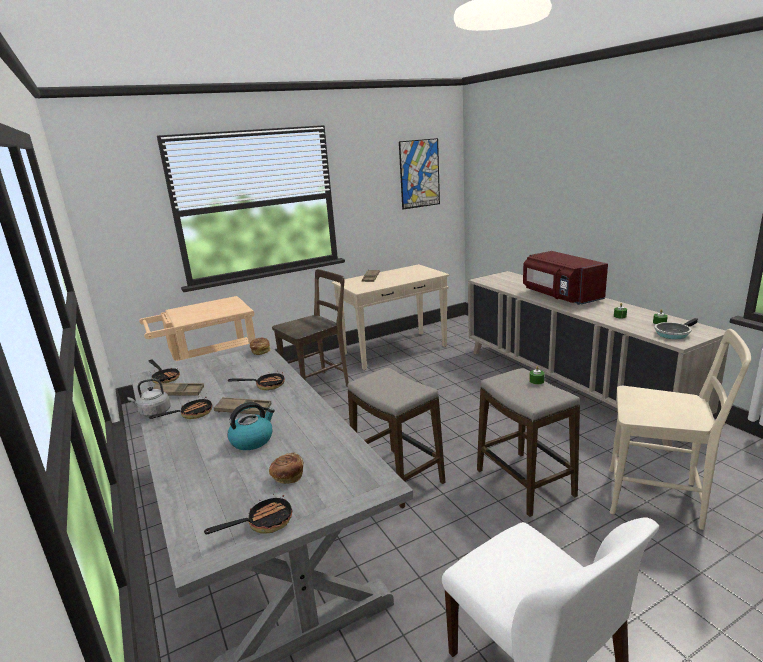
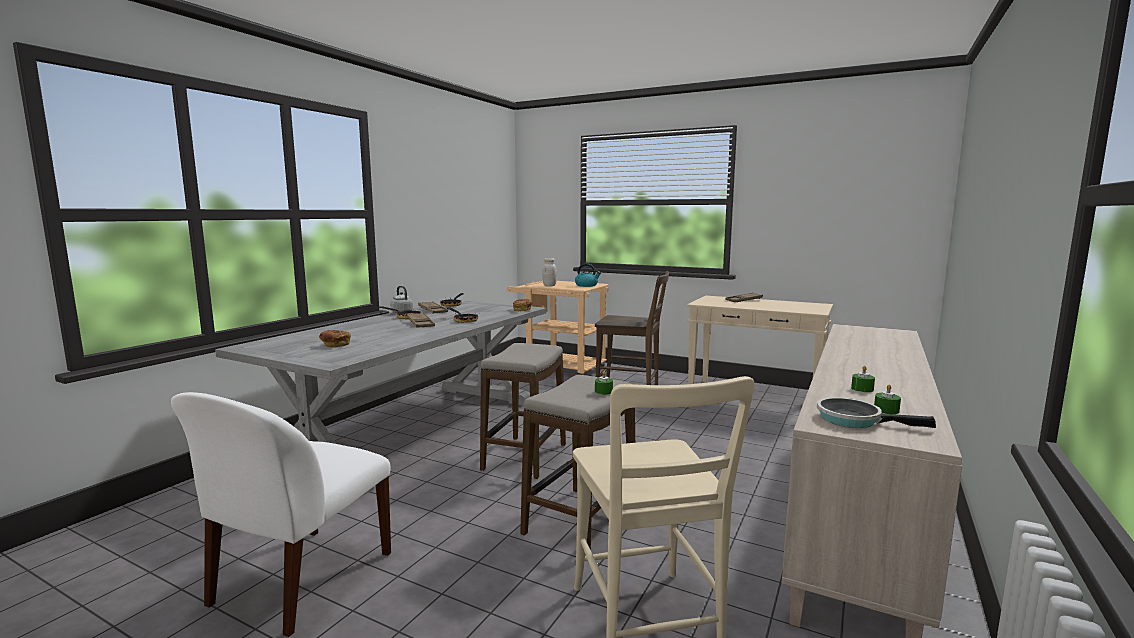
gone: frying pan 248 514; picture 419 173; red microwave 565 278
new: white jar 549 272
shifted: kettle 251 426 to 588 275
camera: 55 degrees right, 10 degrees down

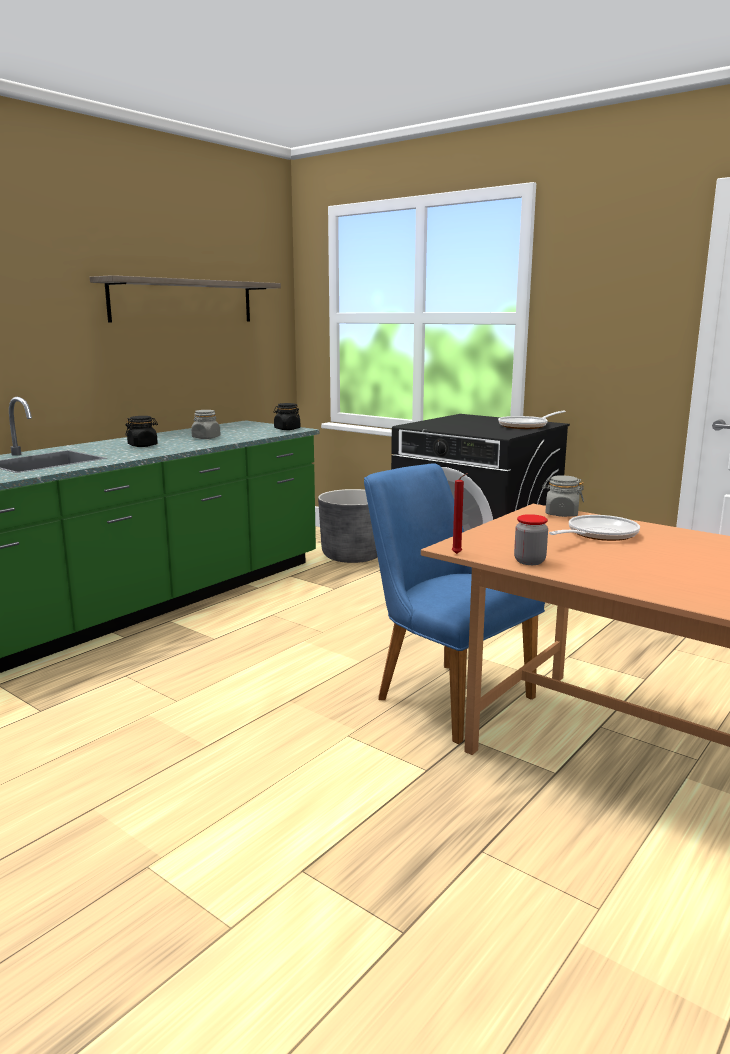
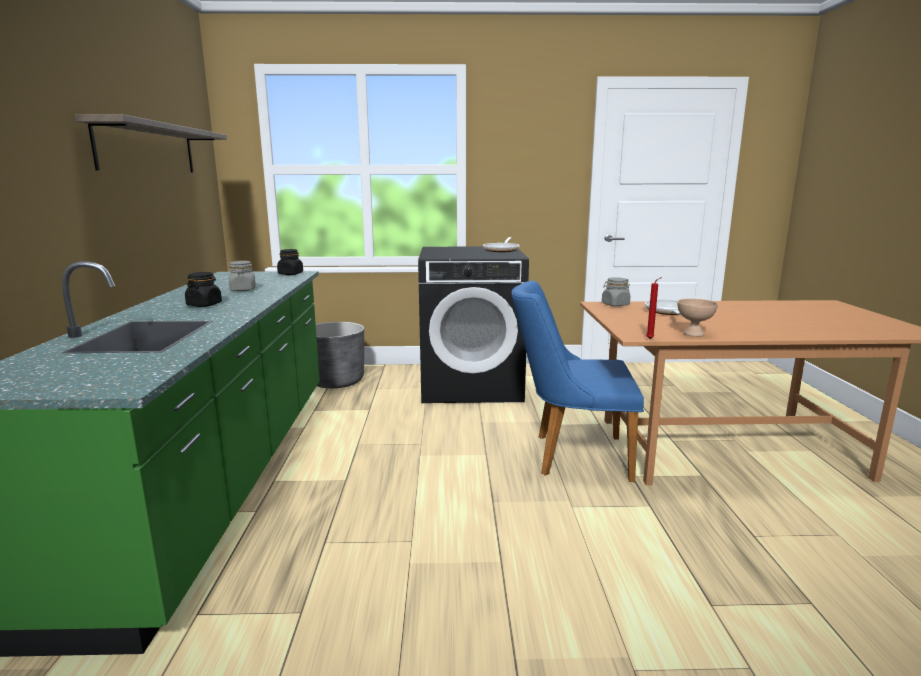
swapped: jar 531 539 to beige bowl 697 318
camera: 40 degrees left, 0 degrees up

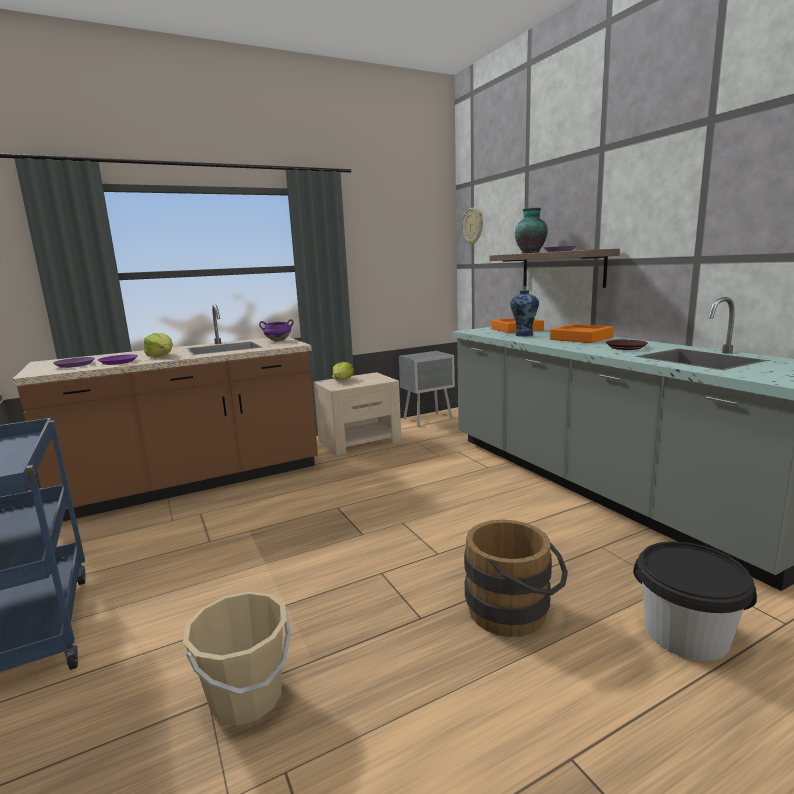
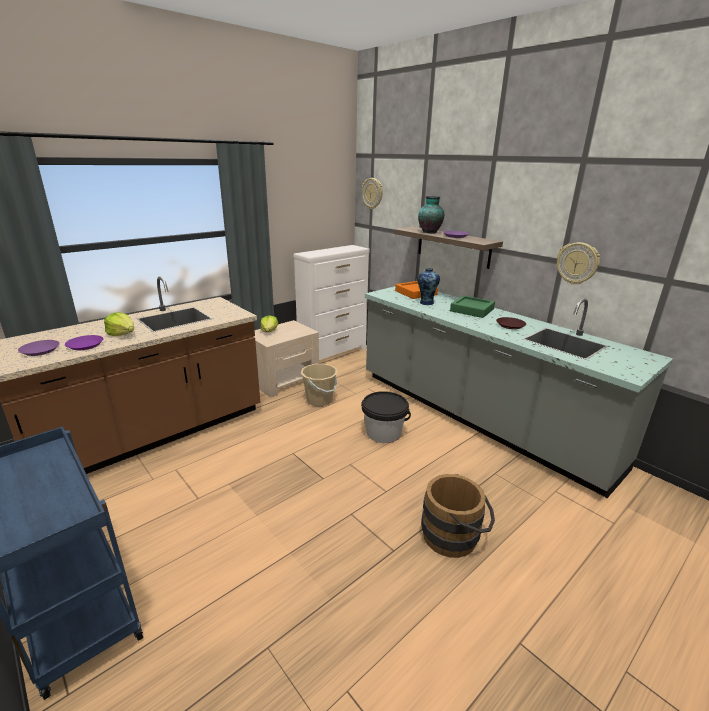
gone: purple cooking pot 276 330
new: wall clock 578 263
shifted: beige bucket 237 658 to 319 385; black bucket 695 601 to 386 417
swapped: grey nightstand 427 388 to white dresser 332 302
repainted: orange tray 582 333 to green tray 472 306
camera: 15 degrees left, 10 degrees up

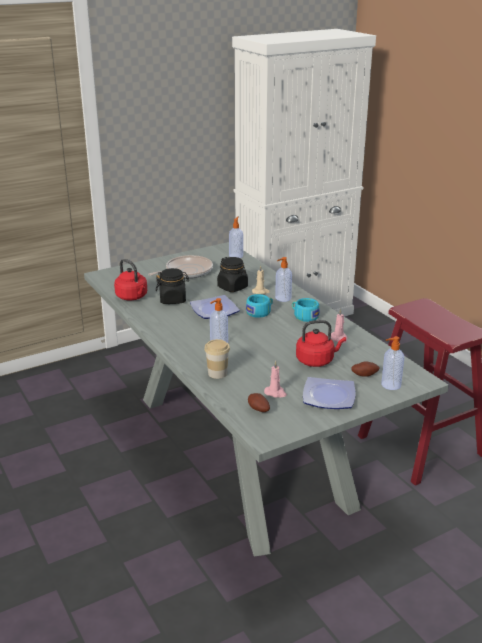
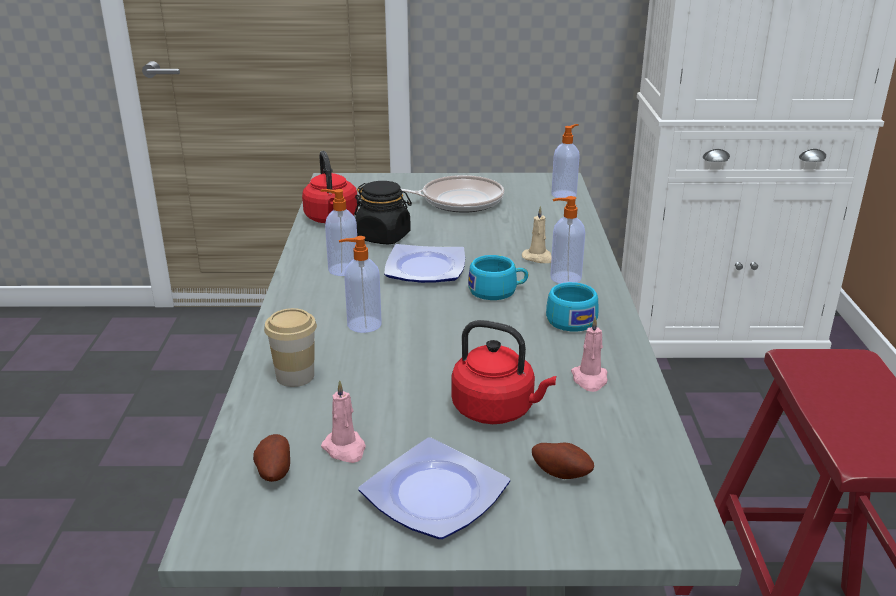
gone: black jar 232 274
shifted: soap dispenser 392 363 to 338 232
camera: 30 degrees right, 0 degrees up

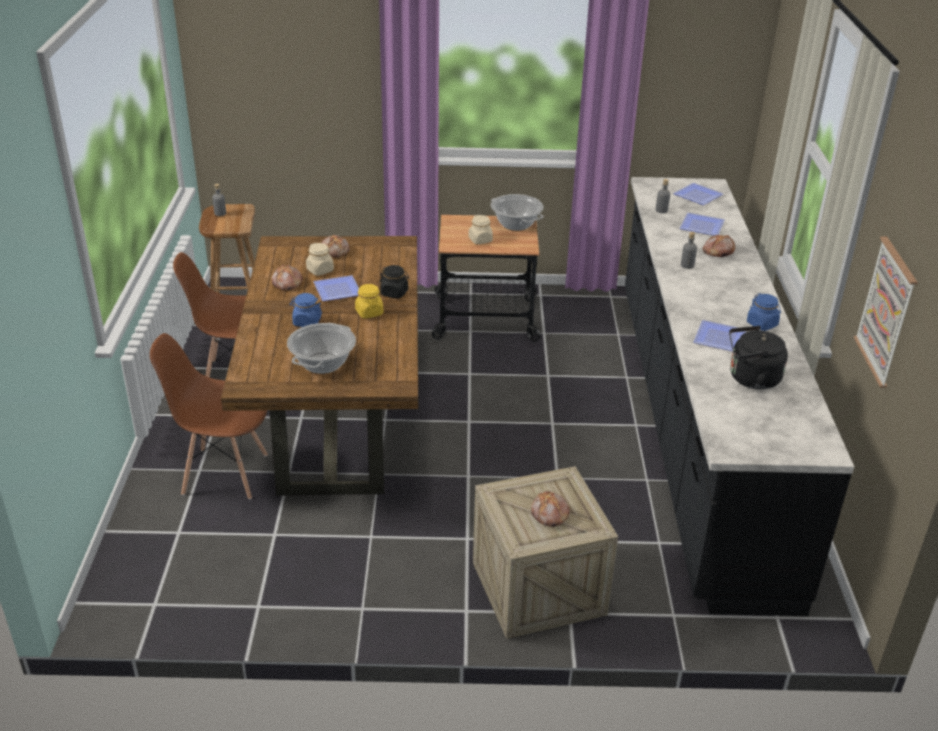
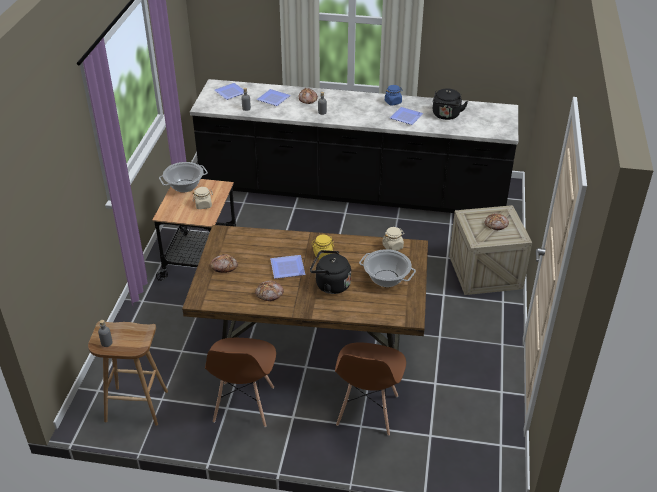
gone: black jar 394 282; picture 886 312
shifted: beige jar 320 259 to 393 239
swapped: blue jar 305 310 to black kettle 330 272
camera: 80 degrees left, 5 degrees up

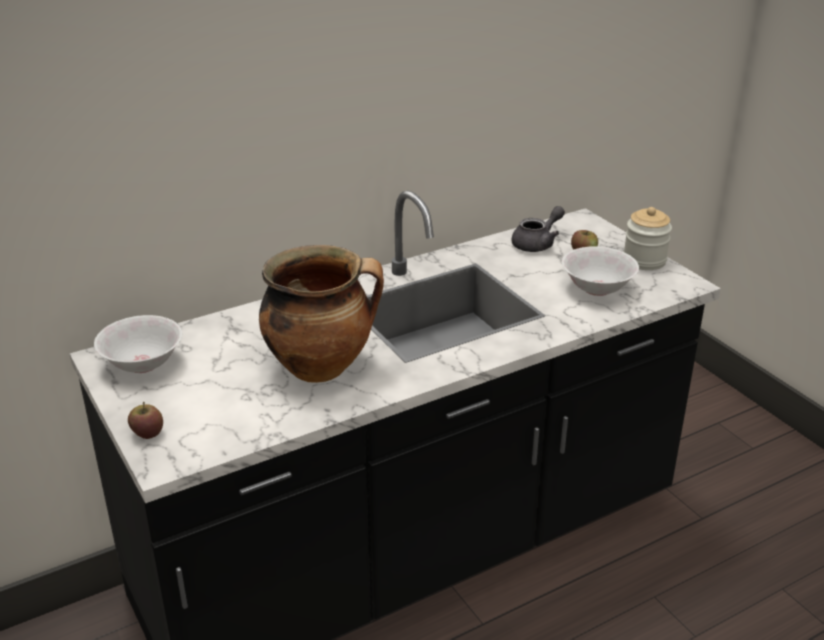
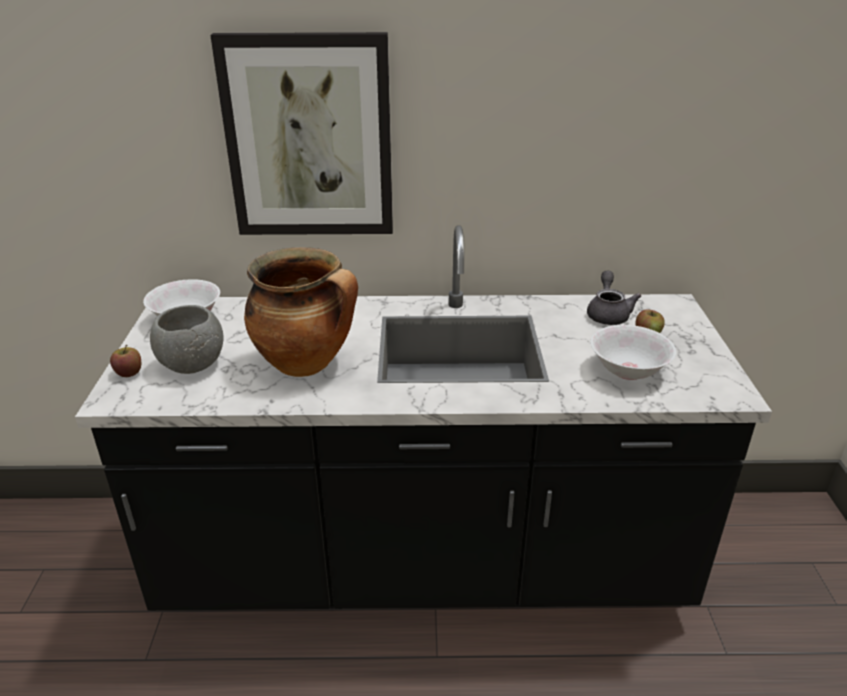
gone: jar 647 238
new: grey bowl 187 339; picture 301 133
rotated: grey teapot 538 229 = 614 298 75 degrees counterclockwise
camera: 30 degrees right, 0 degrees up

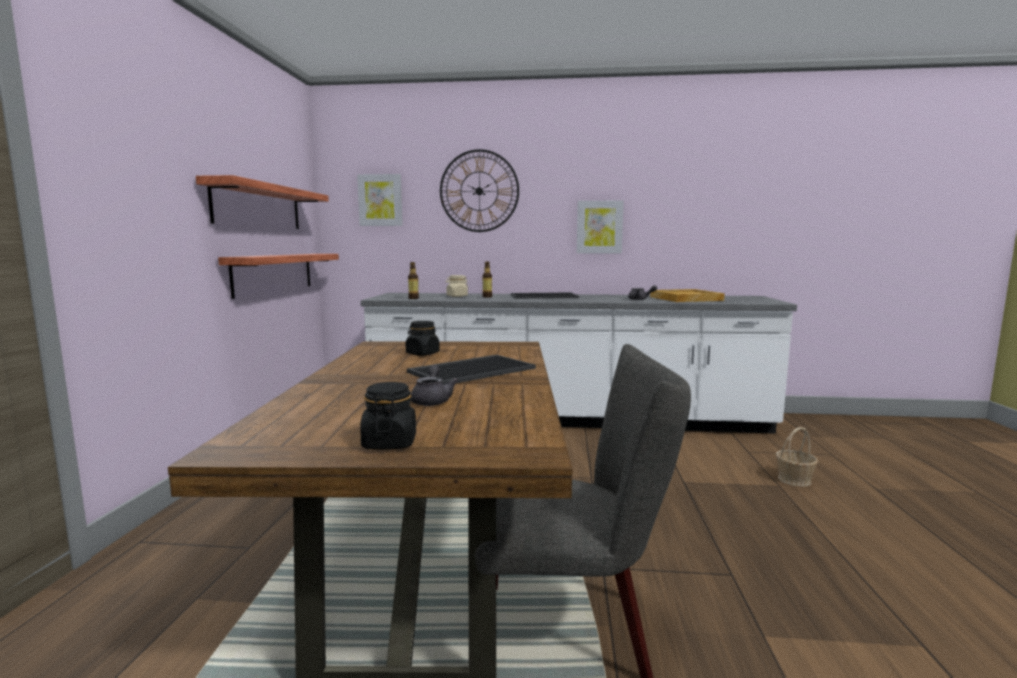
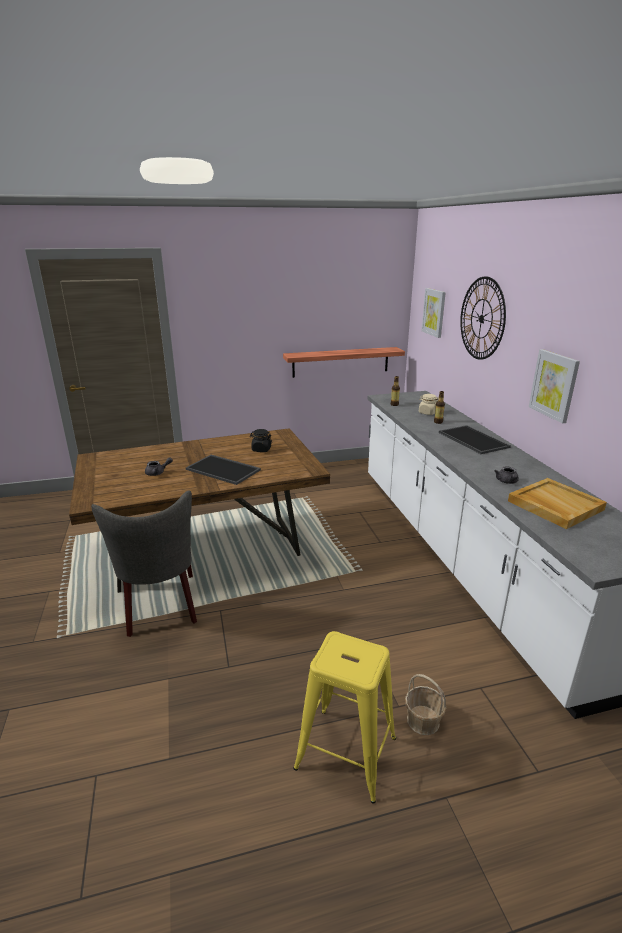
gone: shelf 262 202; black jar 388 416
new: yellow stool 344 717
camera: 70 degrees right, 15 degrees up

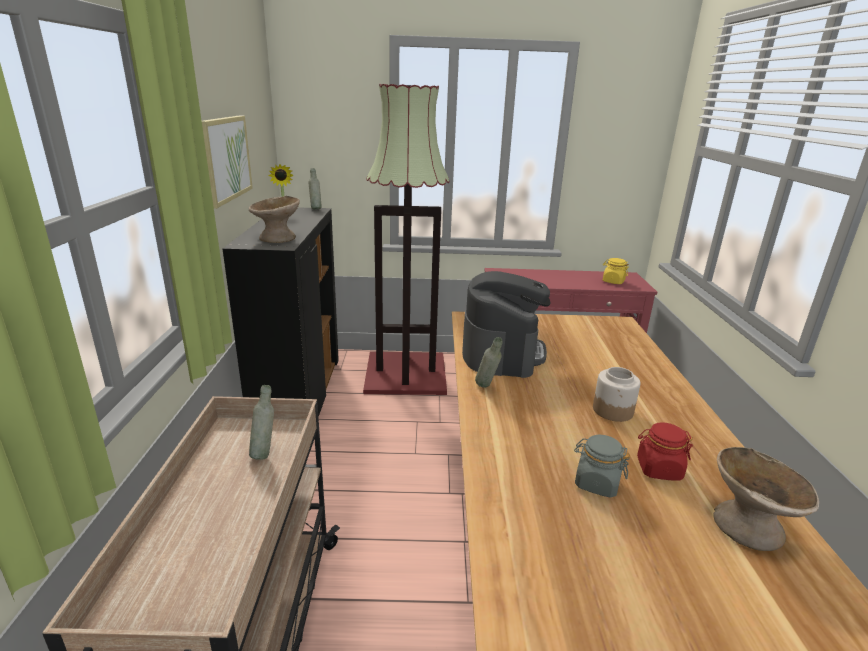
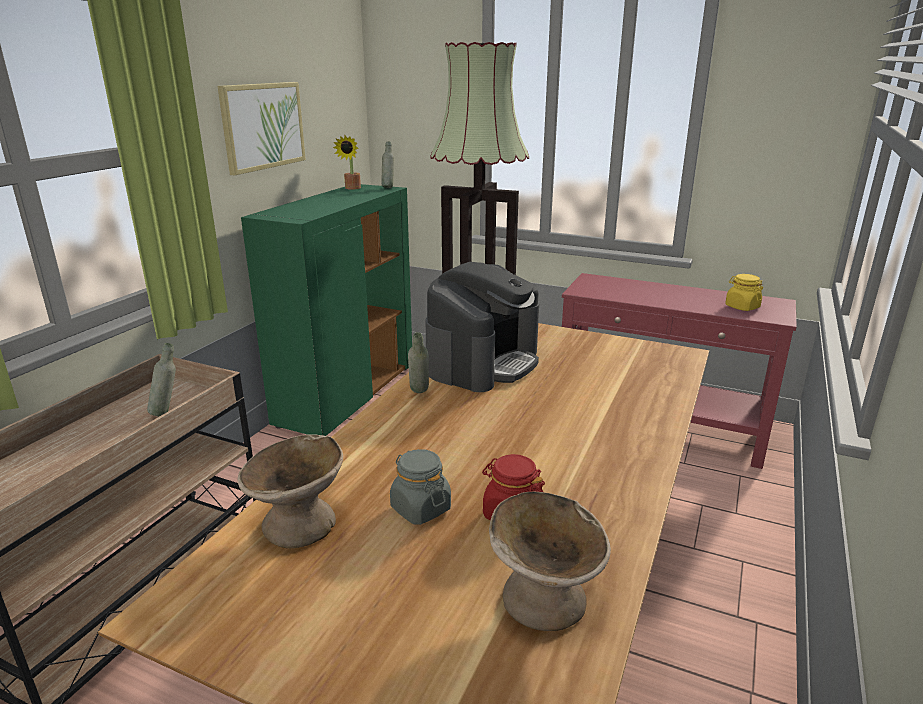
gone: jar 617 394
shifted: beige bowl 274 219 to 290 491
repainted: black cabinet 281 312 to green cabinet 326 310
camera: 25 degrees right, 0 degrees up

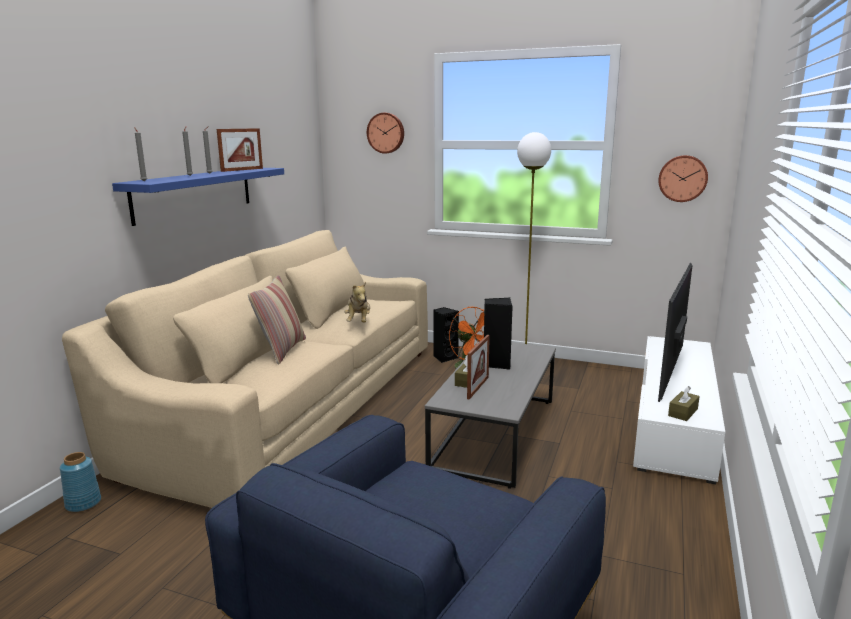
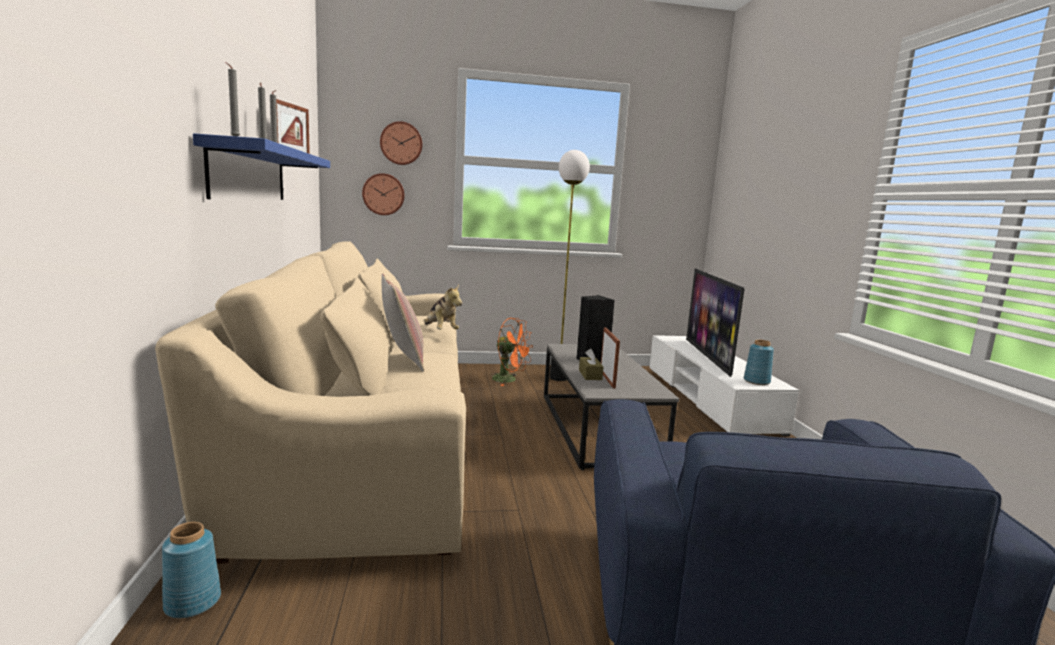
gone: black speaker 446 335
shifted: wall clock 683 178 to 383 194
swapped: brown tissue box 684 403 to blue vase 759 362
camera: 30 degrees left, 5 degrees down

